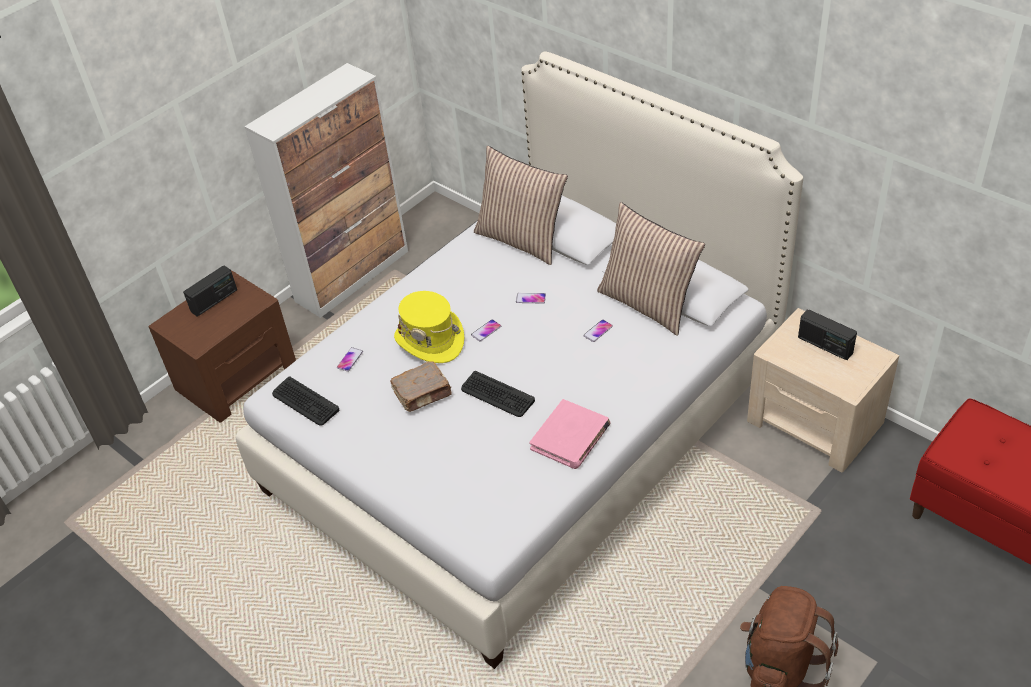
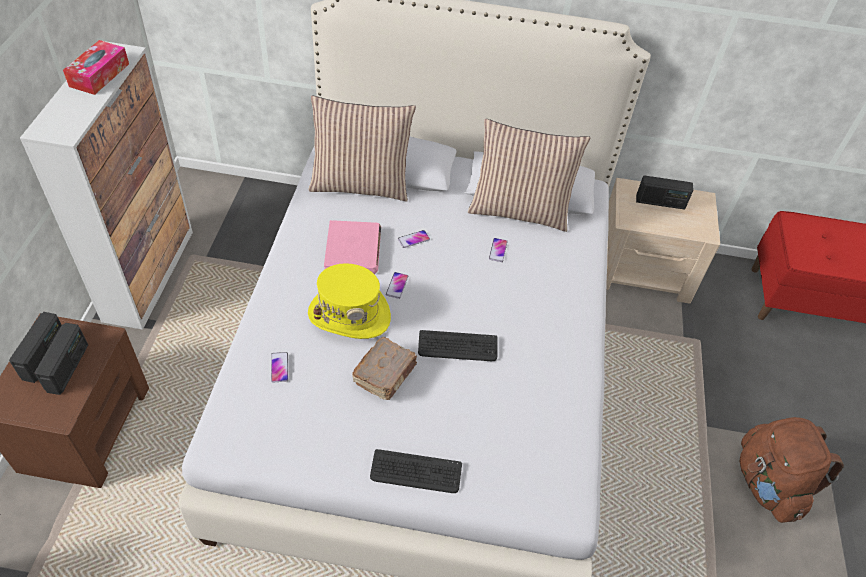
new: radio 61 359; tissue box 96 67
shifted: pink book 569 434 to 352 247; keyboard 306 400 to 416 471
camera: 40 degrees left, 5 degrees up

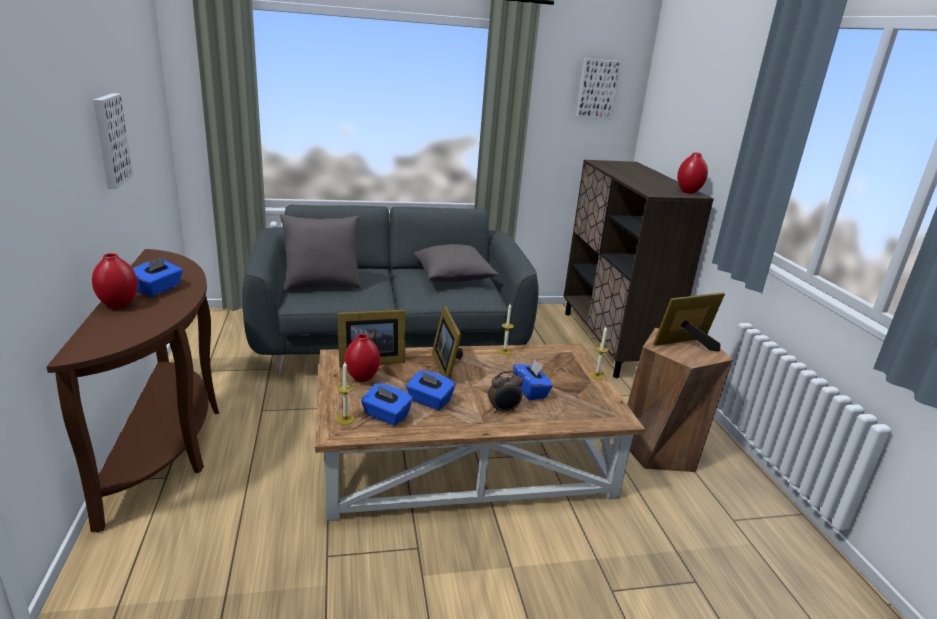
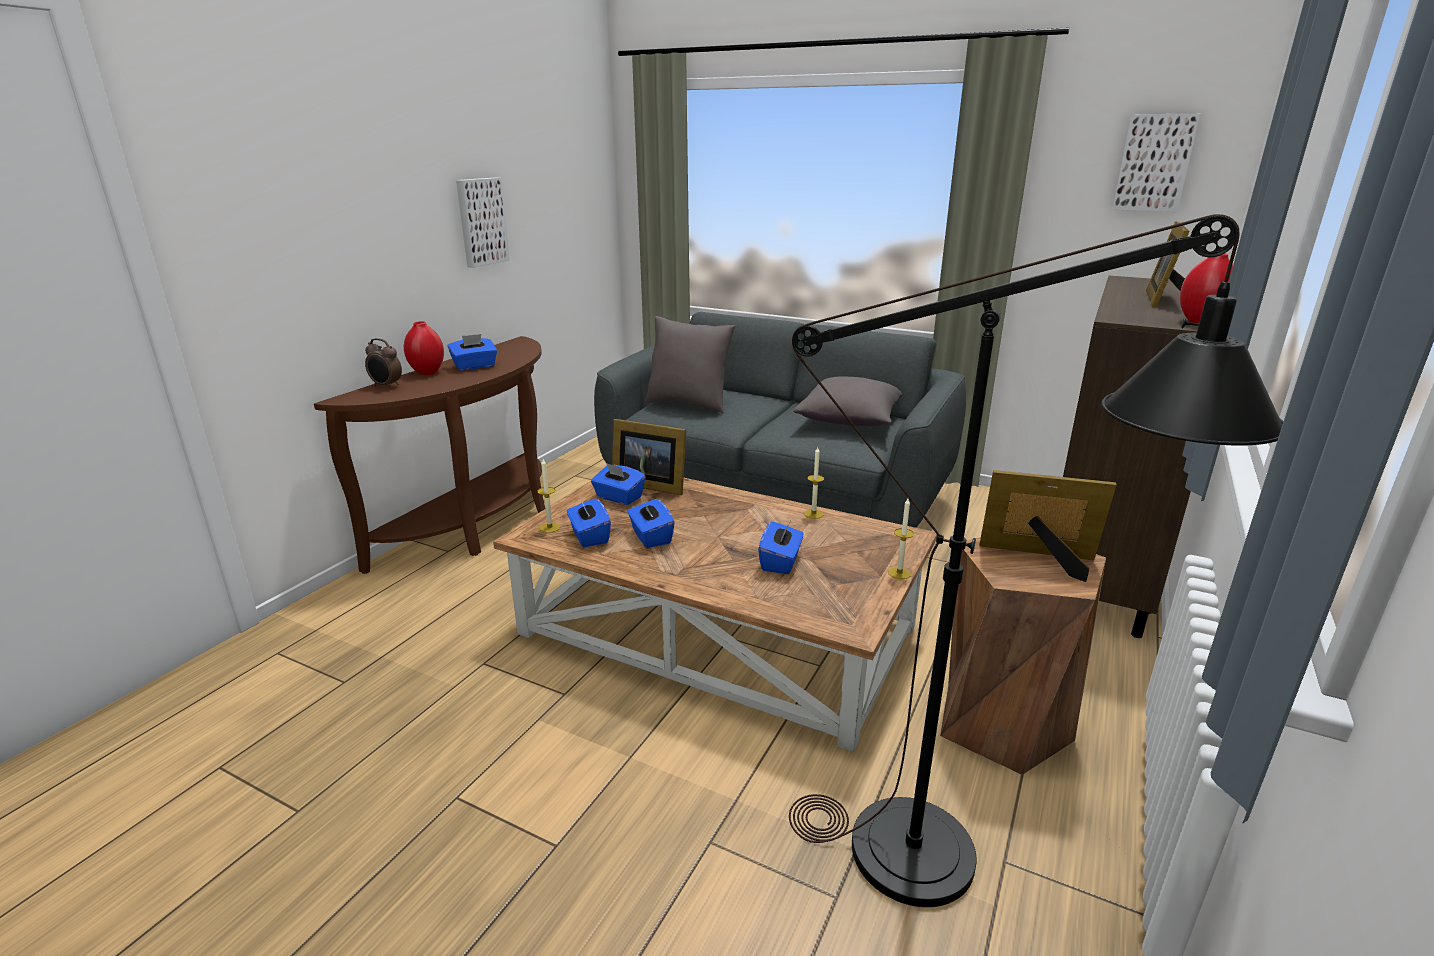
new: black floor lamp 1036 560
shifted: alarm clock 505 392 to 383 363; picture frame 447 342 to 1168 264
swapped: red vase 362 358 to blue tissue box 618 484
camera: 40 degrees right, 0 degrees up

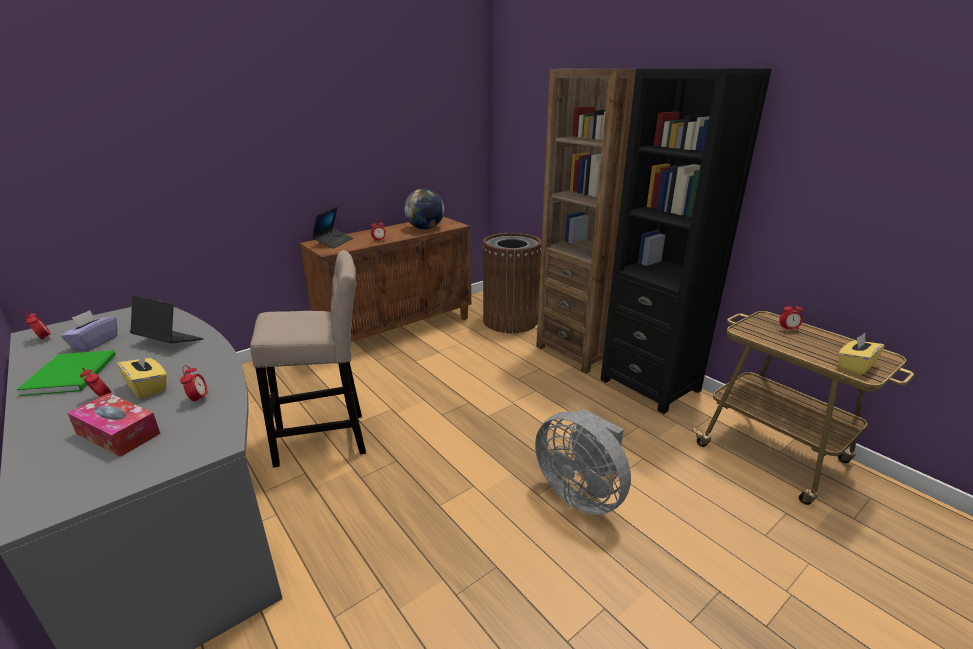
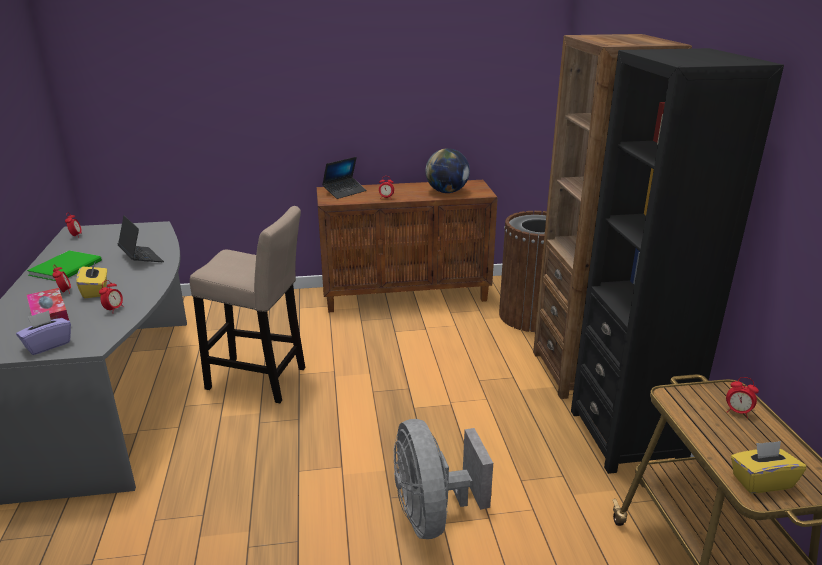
shifted: purple tissue box 89 331 to 43 332
camera: 30 degrees right, 0 degrees up

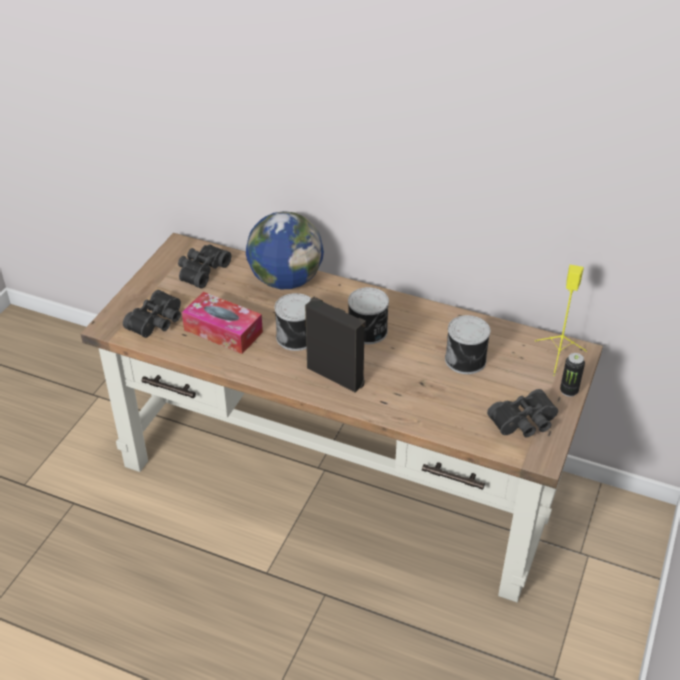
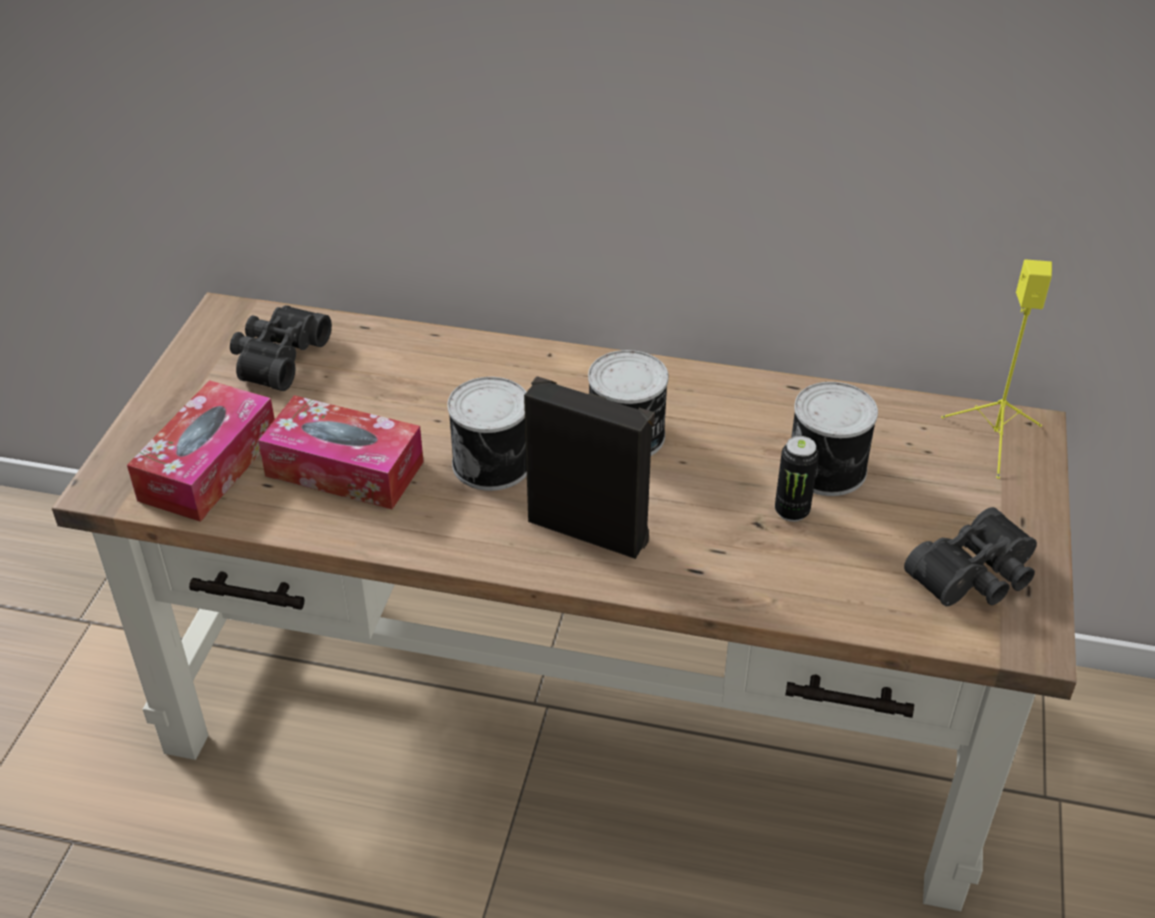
gone: globe 285 250
shifted: can 572 375 to 797 479
swapped: black binoculars 152 314 to tissue box 201 451
camera: 10 degrees left, 0 degrees up

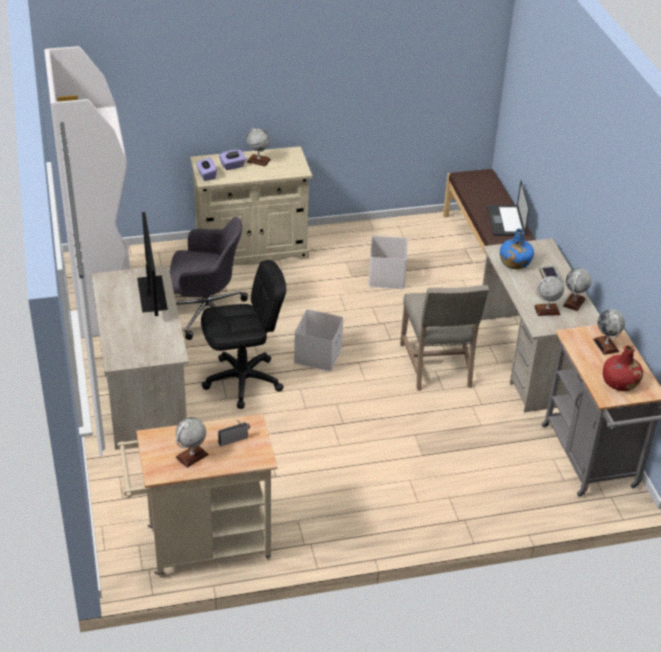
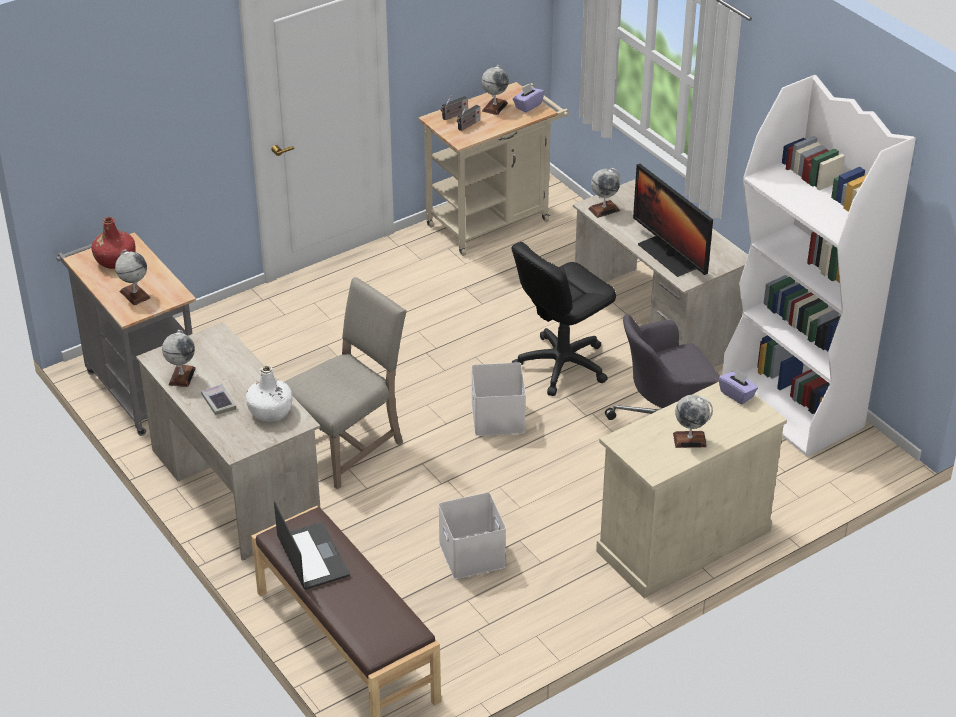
new: radio 454 107
shifted: purple tissue box 232 159 to 528 97; globe 549 296 to 604 193
repainted: blue bottle 517 248 to white bottle 269 394
rotated: beige chair 444 338 = 345 383 75 degrees clockwise
camera: 160 degrees right, 0 degrees up

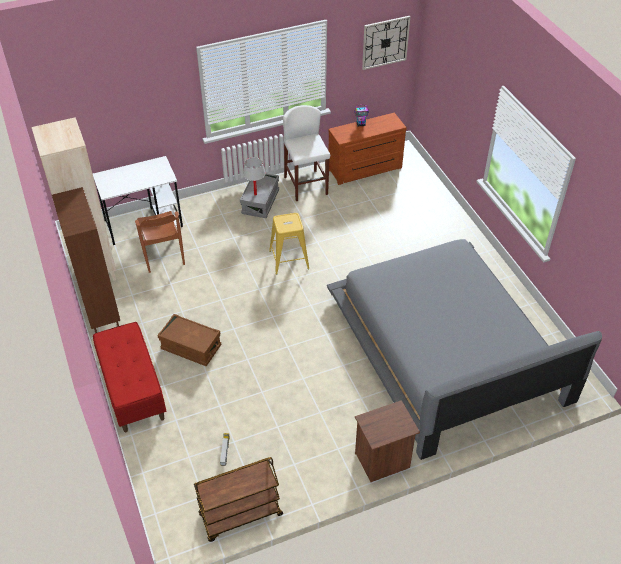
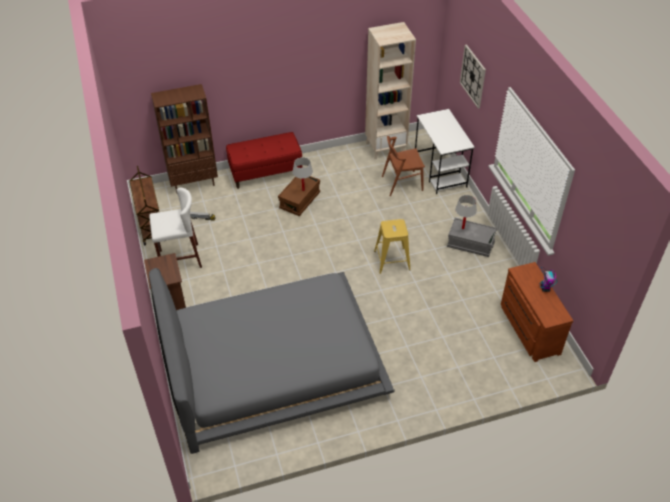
new: white table lamp 303 174
shifted: white stool 306 153 to 175 228; brown bookcase 86 260 to 184 138; wall clock 386 43 to 473 76
camera: 95 degrees right, 0 degrees up

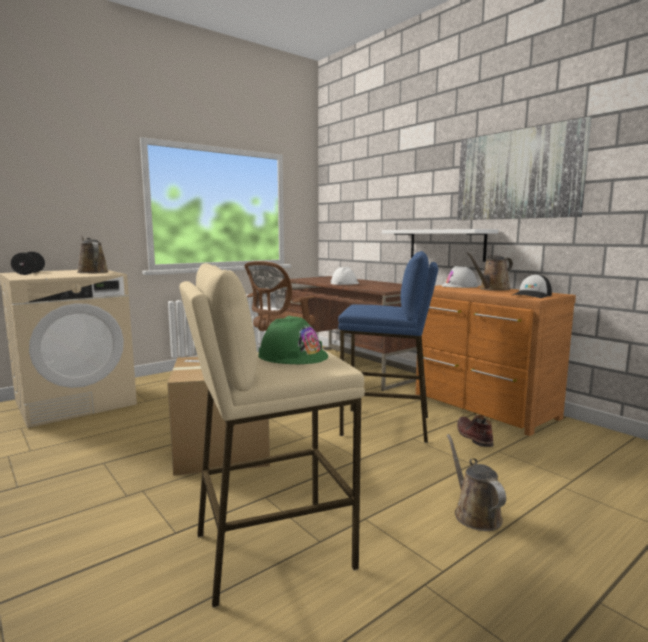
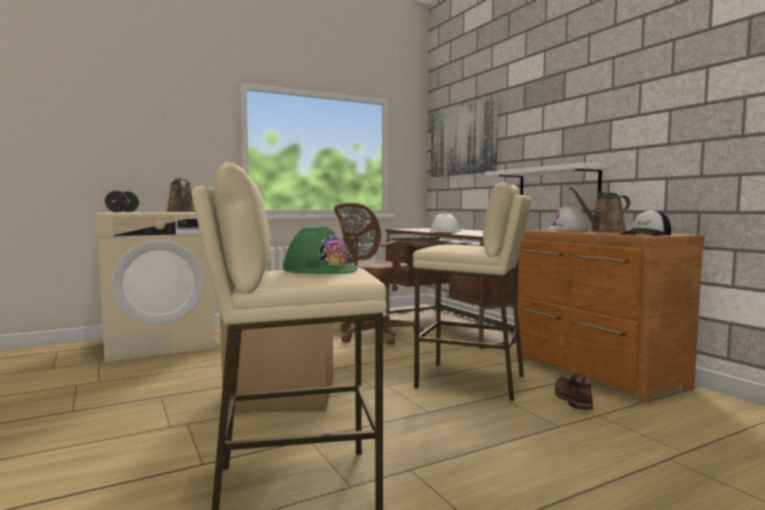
gone: brown watering can 476 482
shifted: picture 524 168 to 464 137
repainted: blue stool 388 347 to beige stool 472 292
camera: 10 degrees right, 5 degrees down

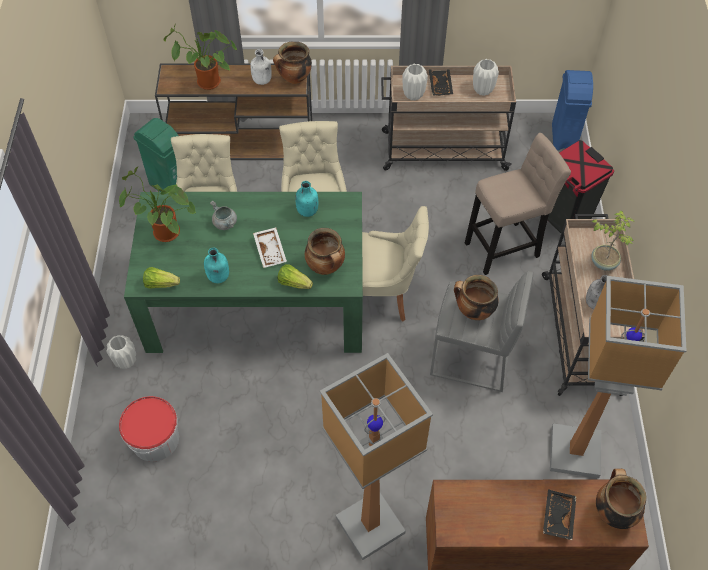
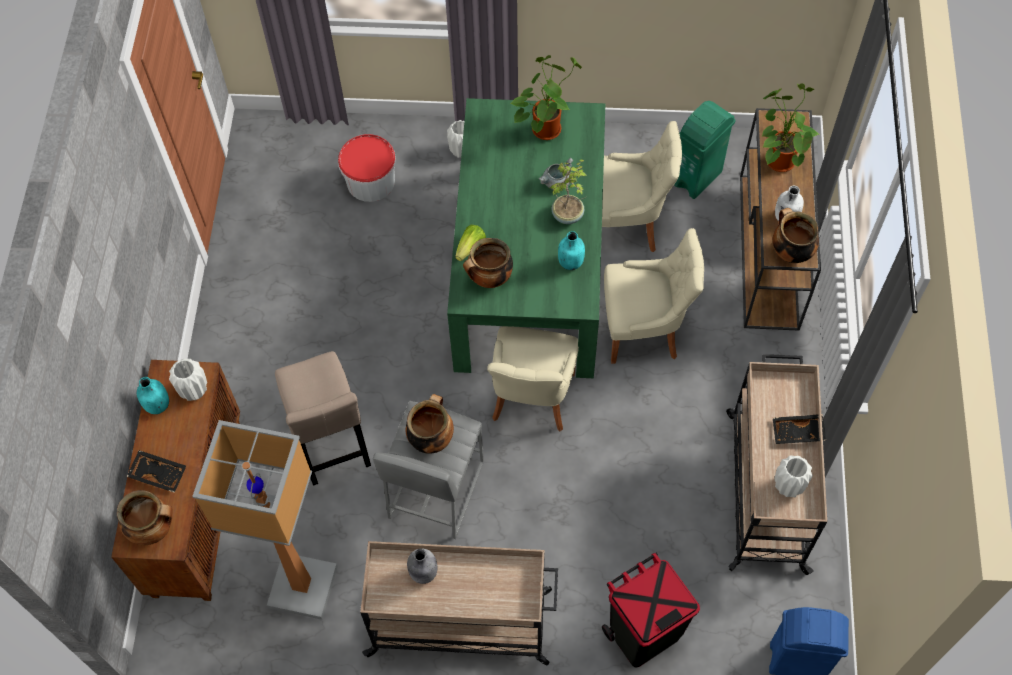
gone: lettuce 161 278; white tray 270 247; floor lamp 376 456
shifted: turquoise bottle 216 265 to 153 395; white vase 415 82 to 188 380; beige stool 518 204 to 323 418; potted plant 613 241 to 569 192
camera: 95 degrees right, 5 degrees up

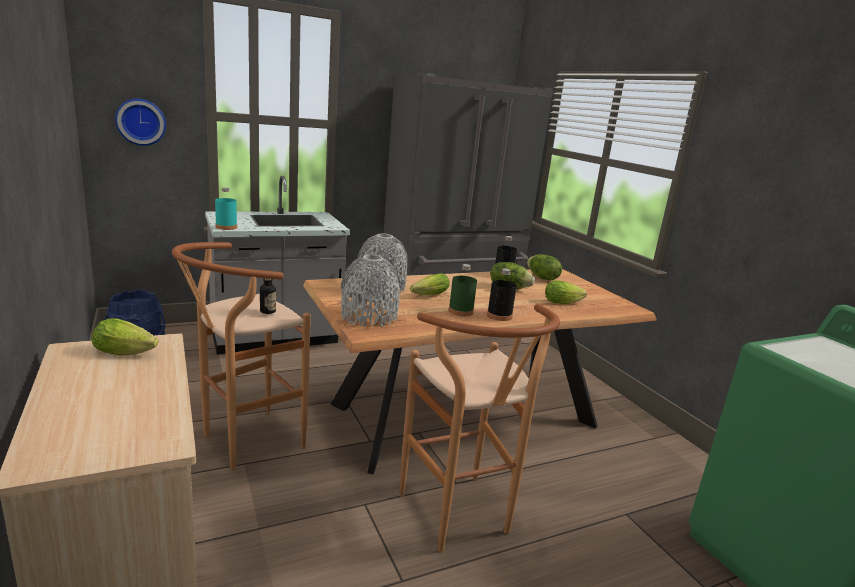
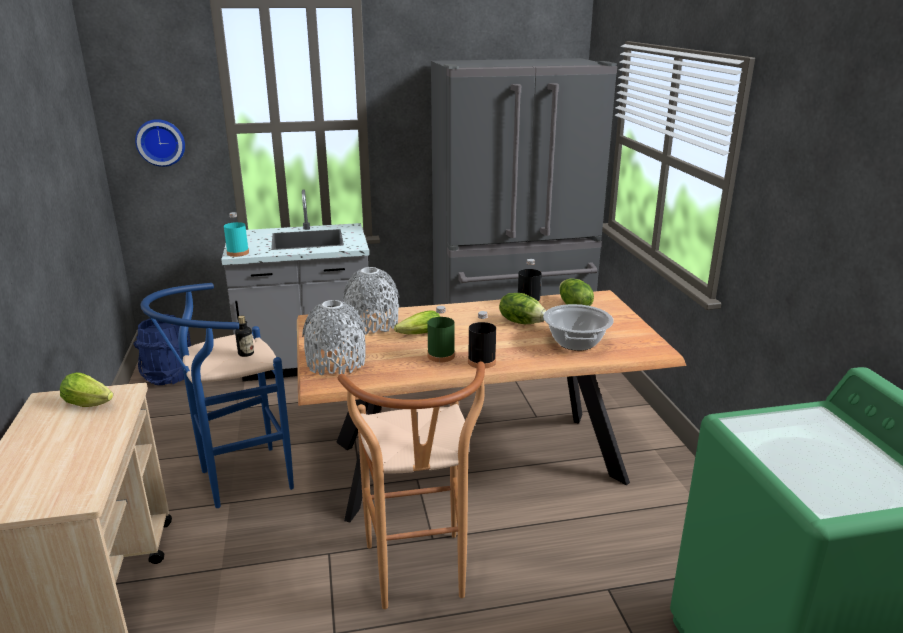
swapped: lettuce 566 292 to cooking pot 578 327
repainted: brown stool 241 356 to blue stool 217 395
camera: 15 degrees right, 5 degrees up

